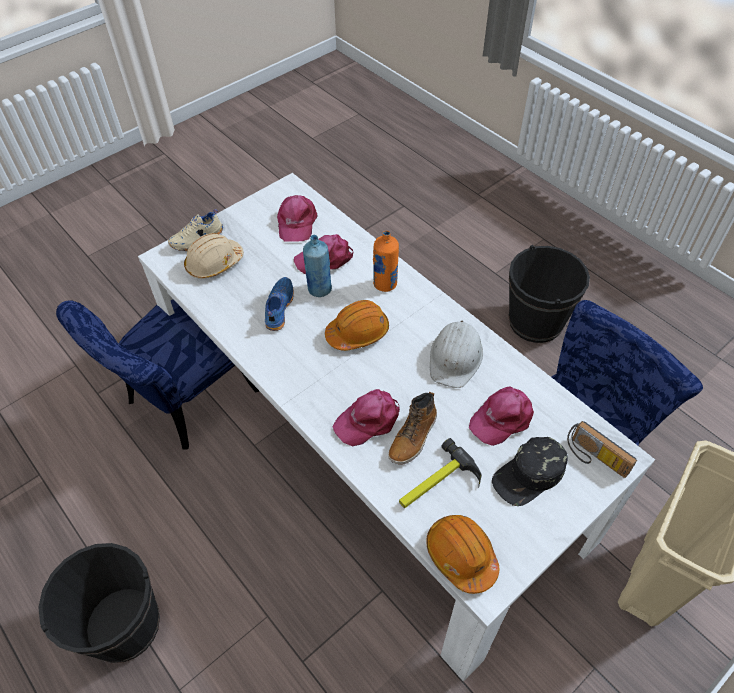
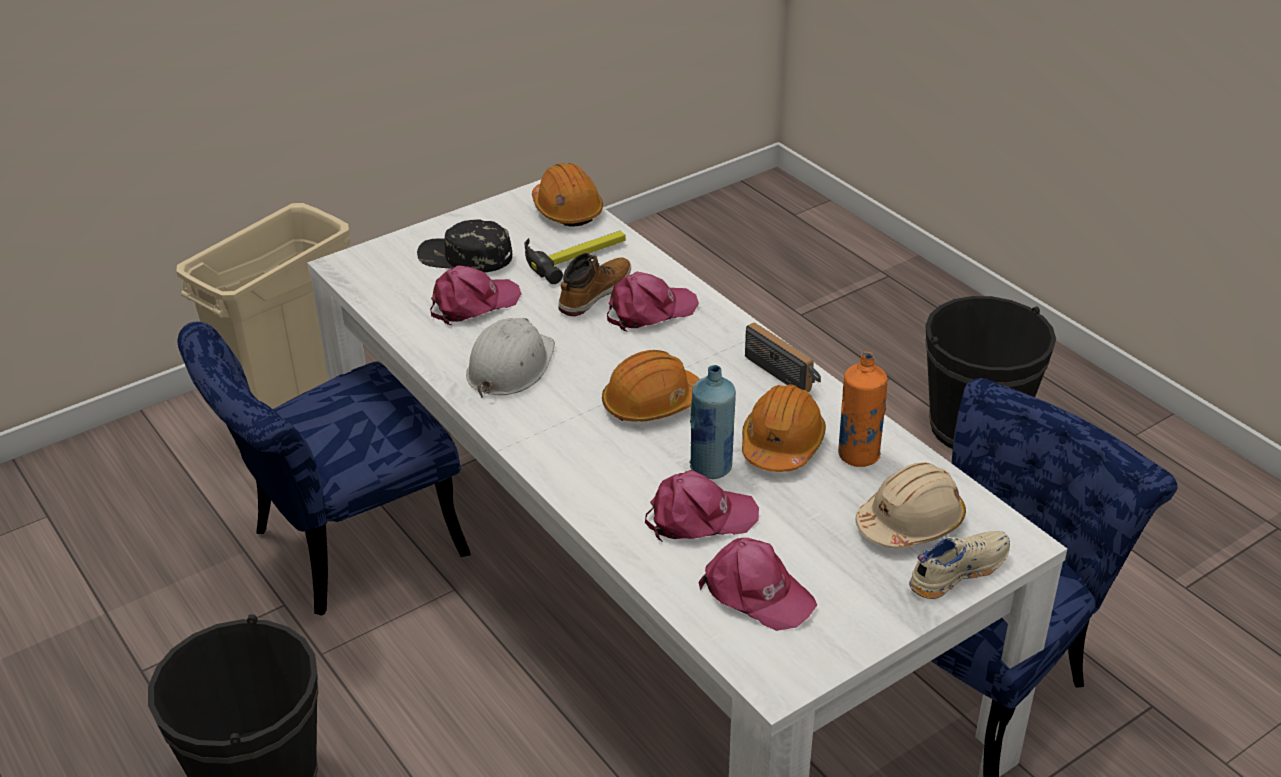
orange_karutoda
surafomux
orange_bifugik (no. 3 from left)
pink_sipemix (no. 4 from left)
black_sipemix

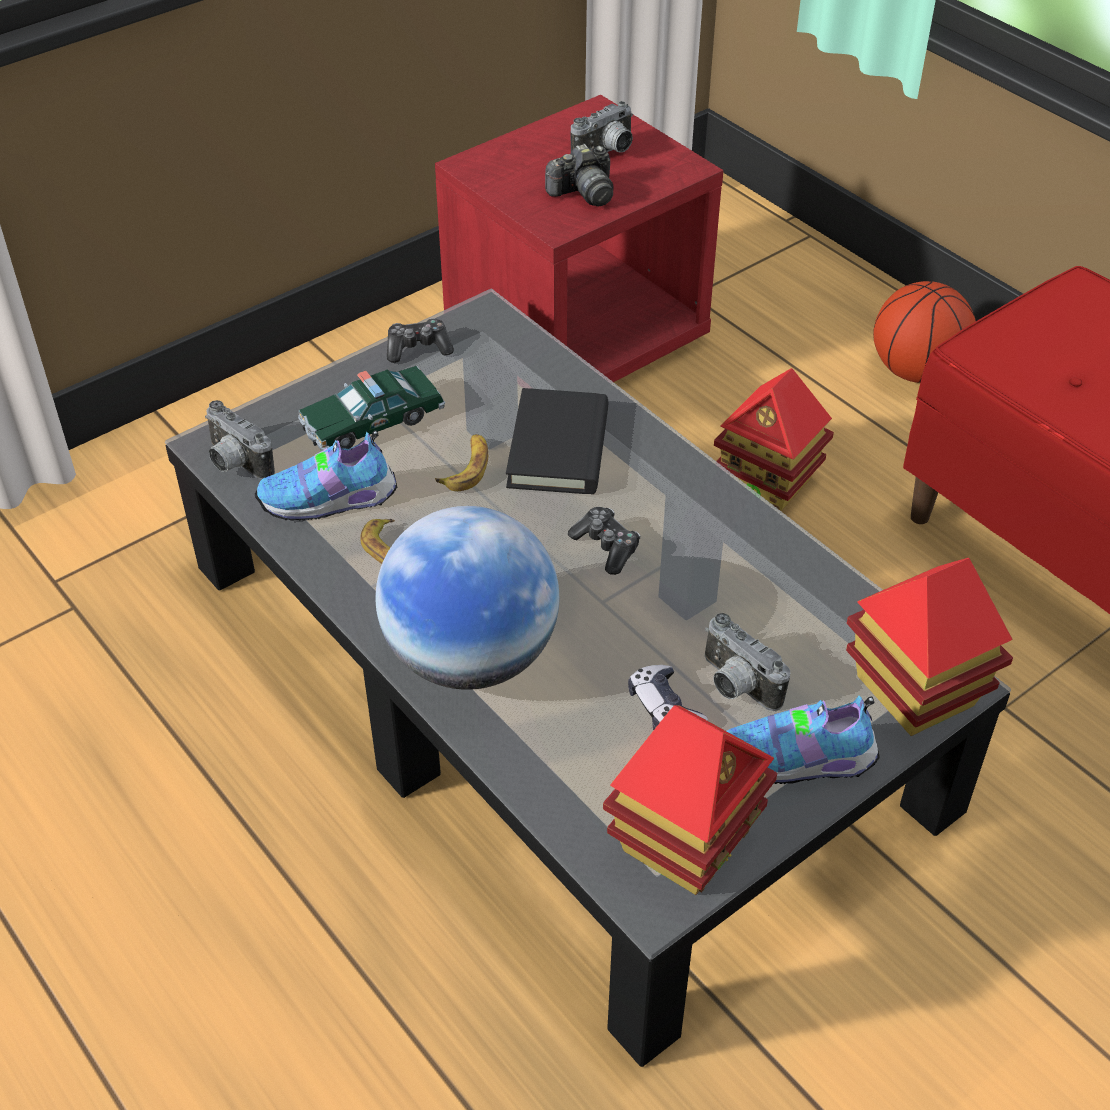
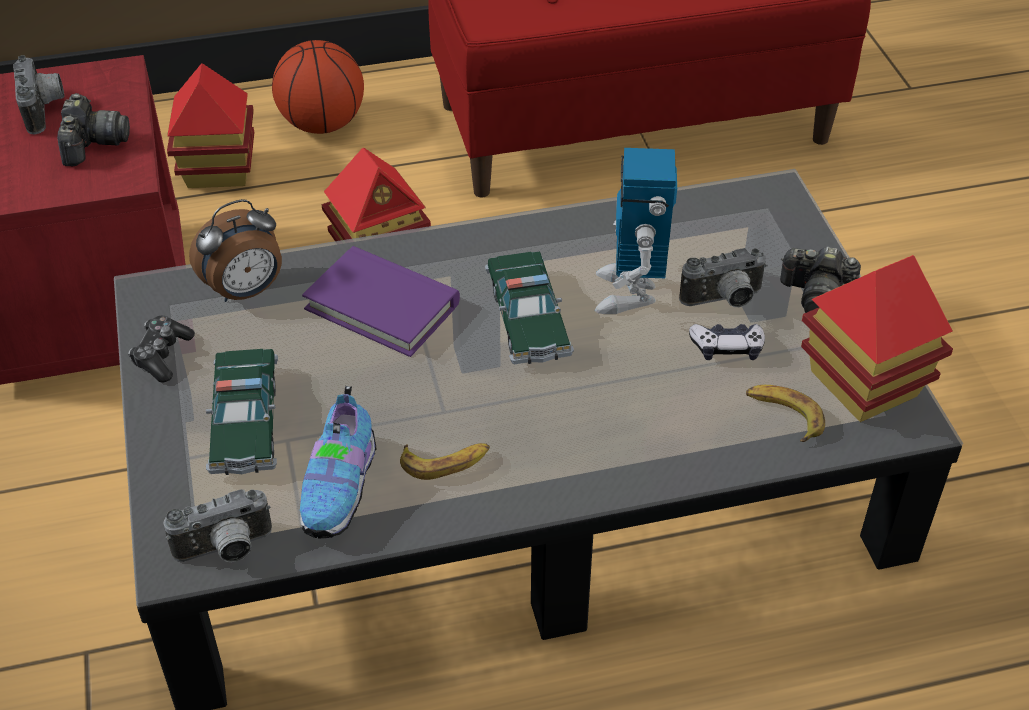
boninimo
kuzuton
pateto
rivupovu (no. 2 from left)
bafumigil (no. 1 from left)
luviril (no. 2 from left)
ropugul (no. 5 from left)
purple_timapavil

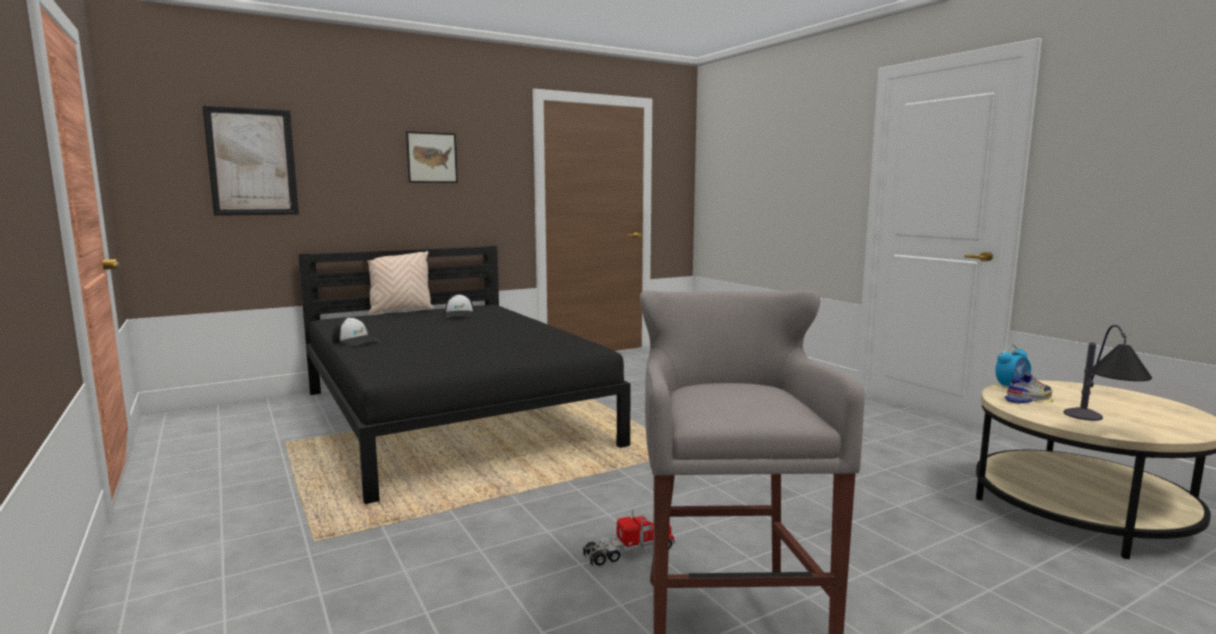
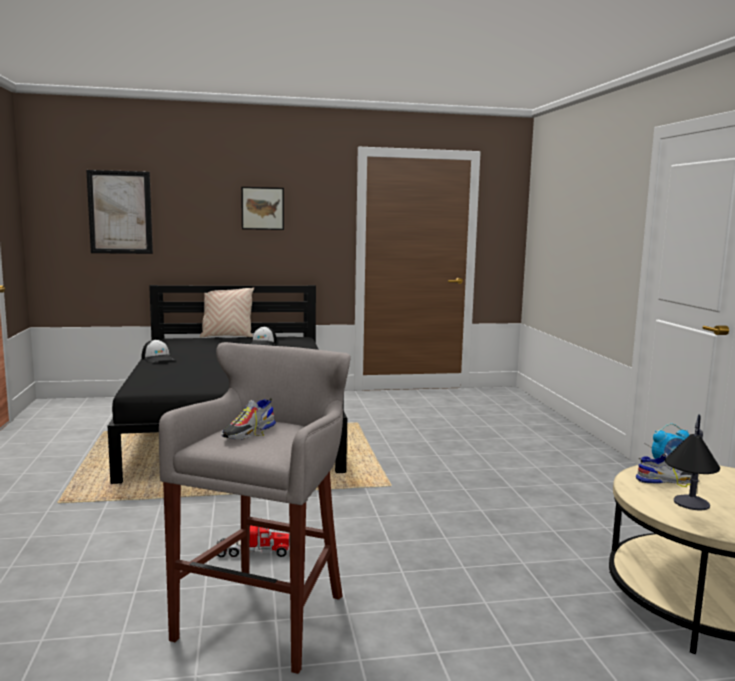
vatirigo (no. 1 from left)

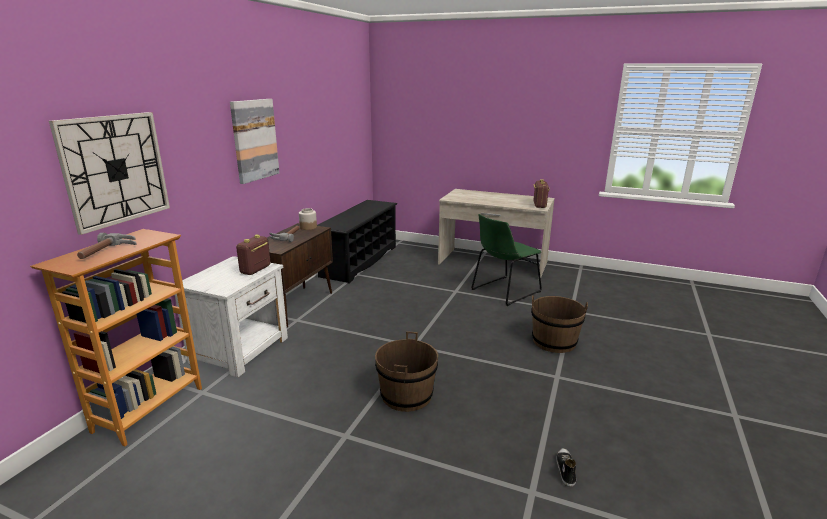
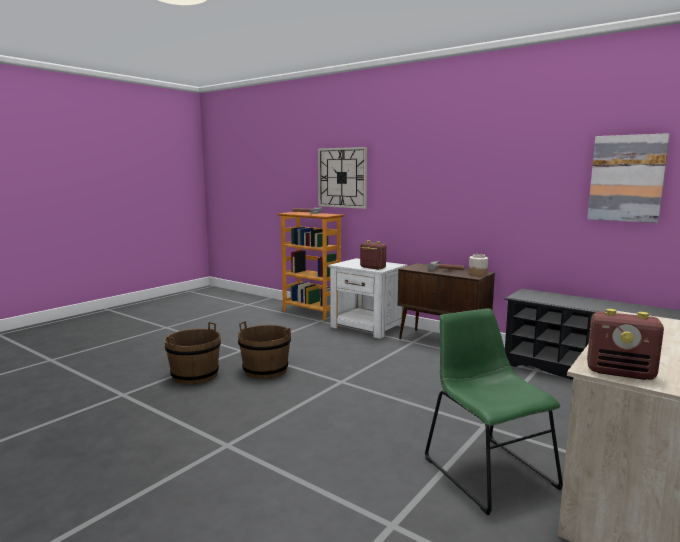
vatirigo
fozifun
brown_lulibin (no. 1 from left)

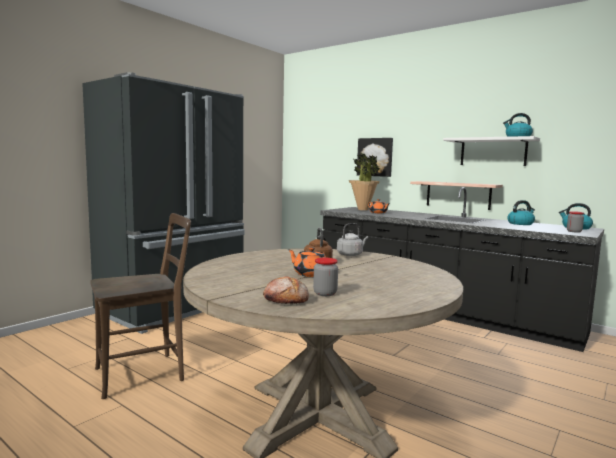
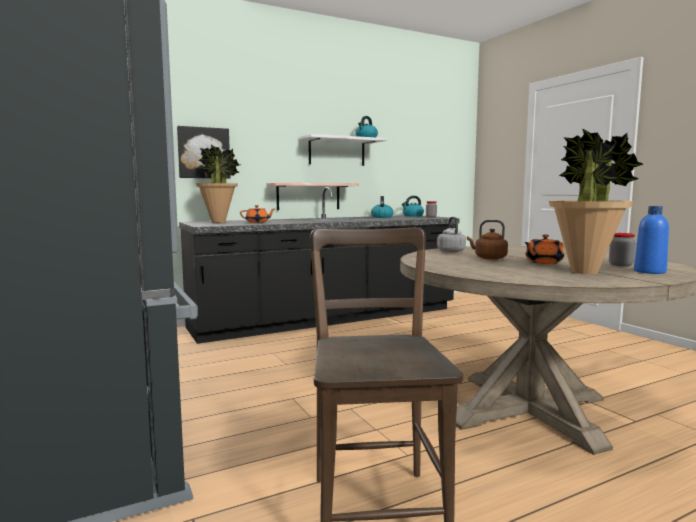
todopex (no. 2 from left)
blue_karutoda

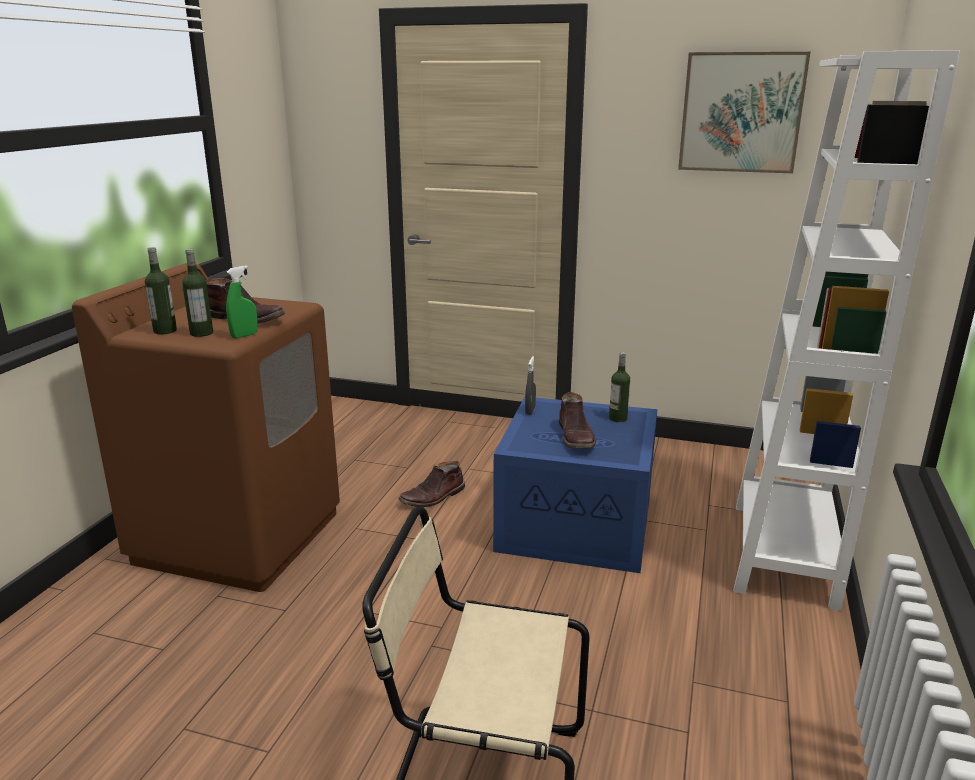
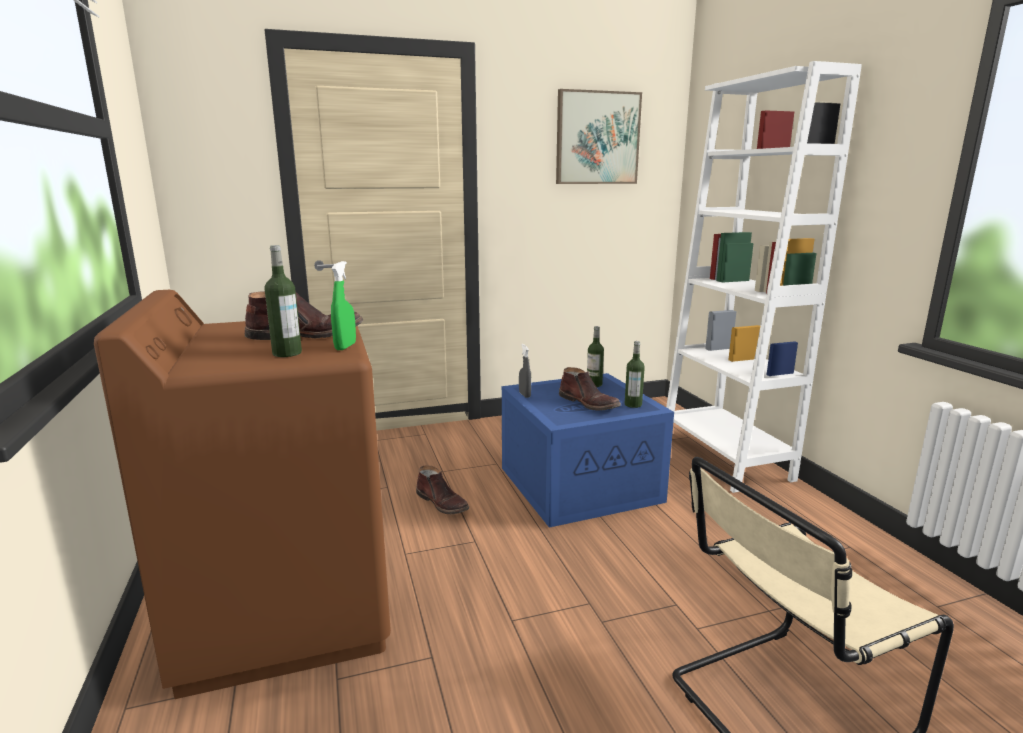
karutoda (no. 3 from left)
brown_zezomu (no. 2 from left)

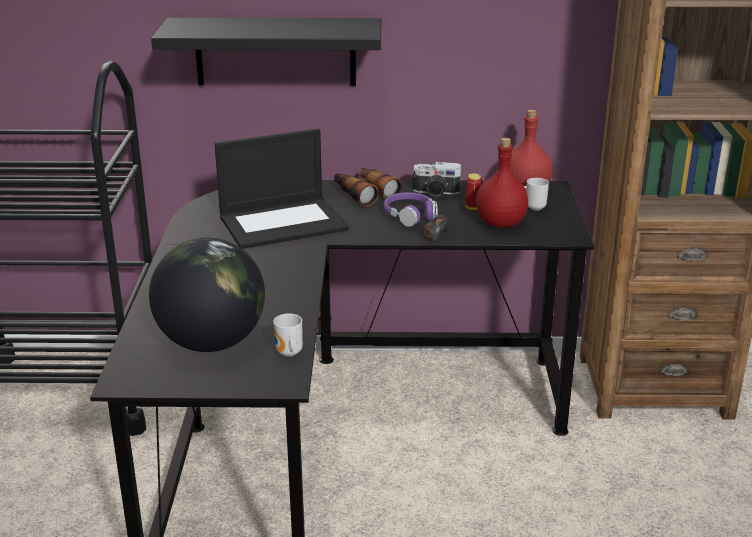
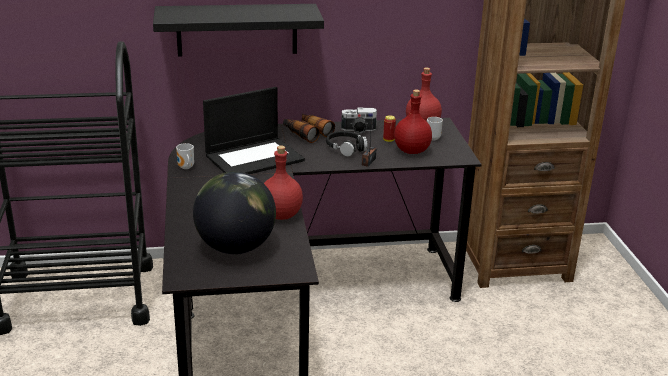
red_karutoda (no. 1 from left)
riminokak (no. 1 from left)
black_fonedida

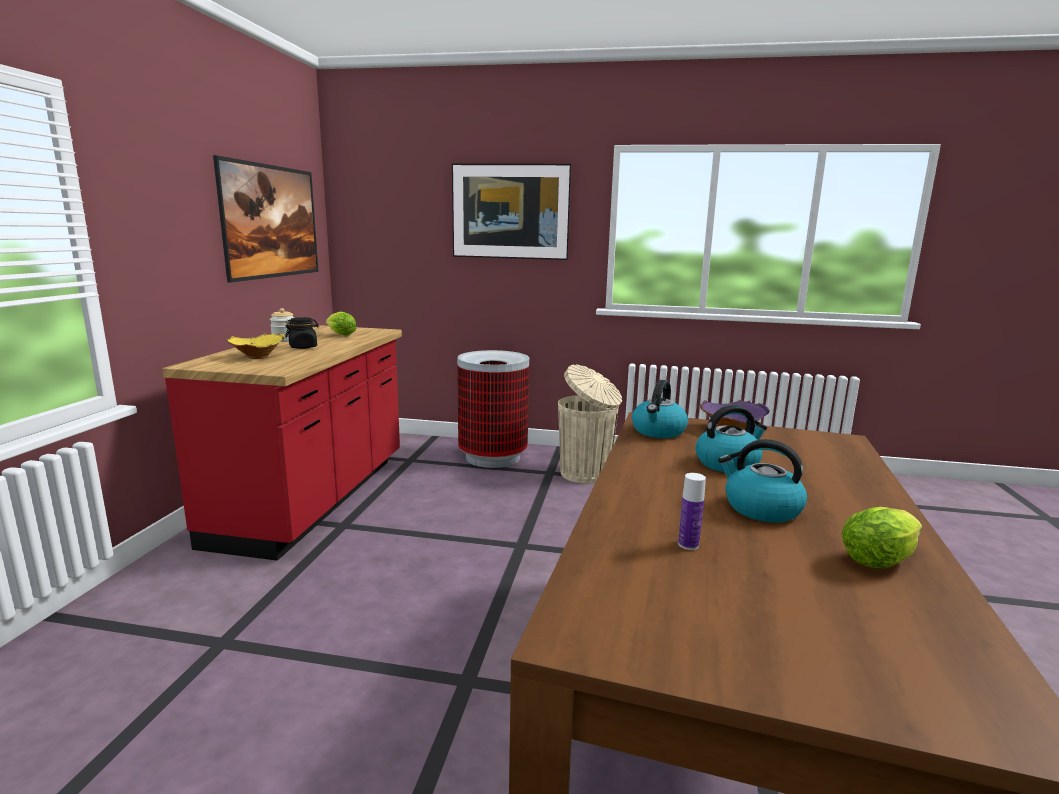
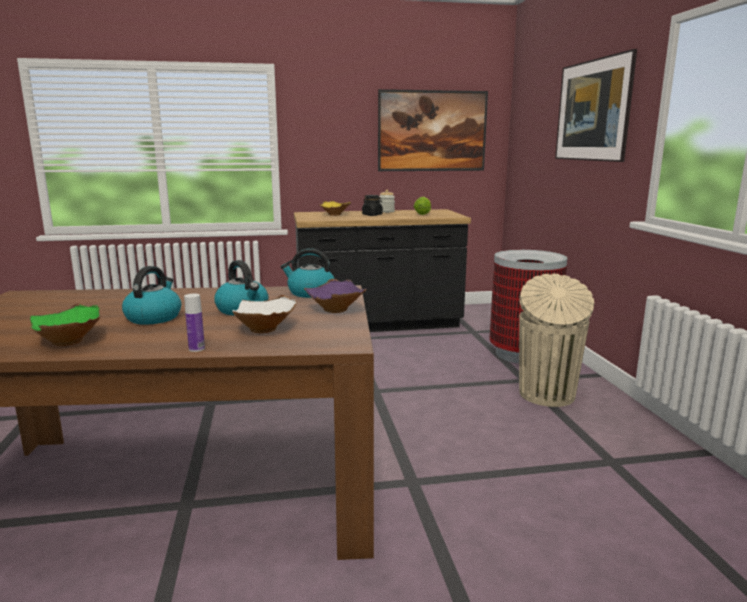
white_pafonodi
karutoda
green_pafonodi
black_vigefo

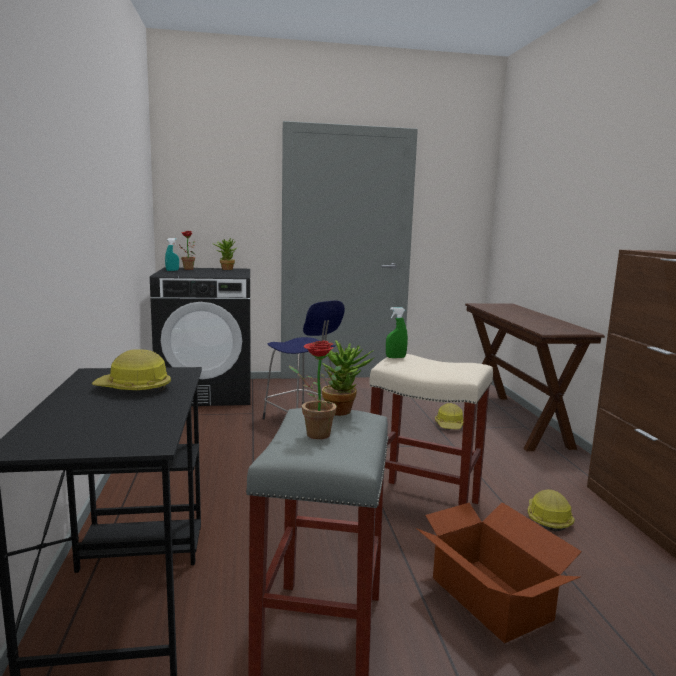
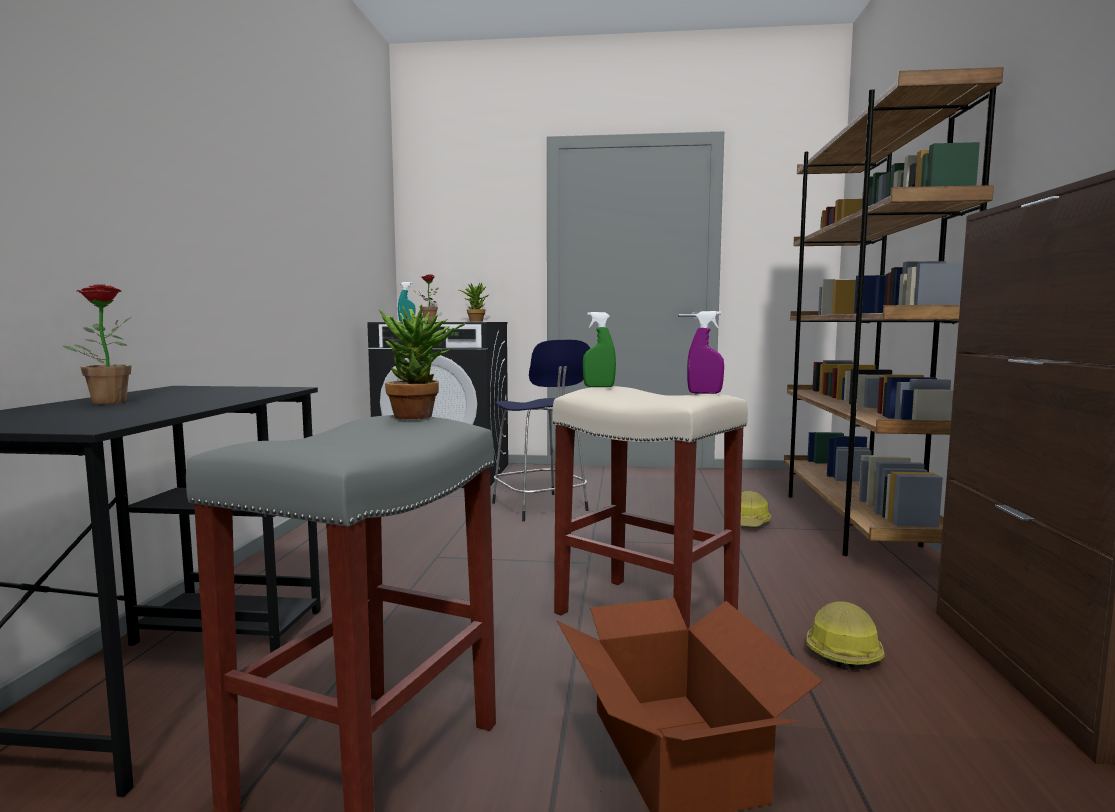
bifugik (no. 1 from left in the first image)
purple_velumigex
todopex (no. 1 from left)
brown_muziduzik

